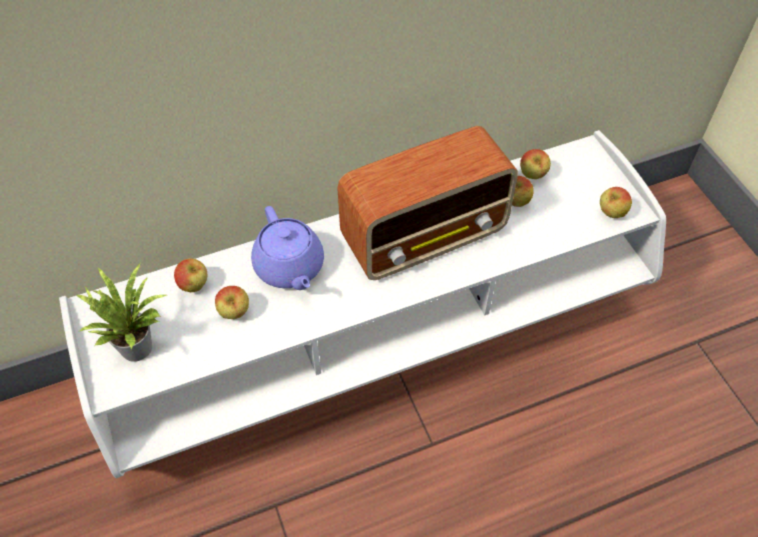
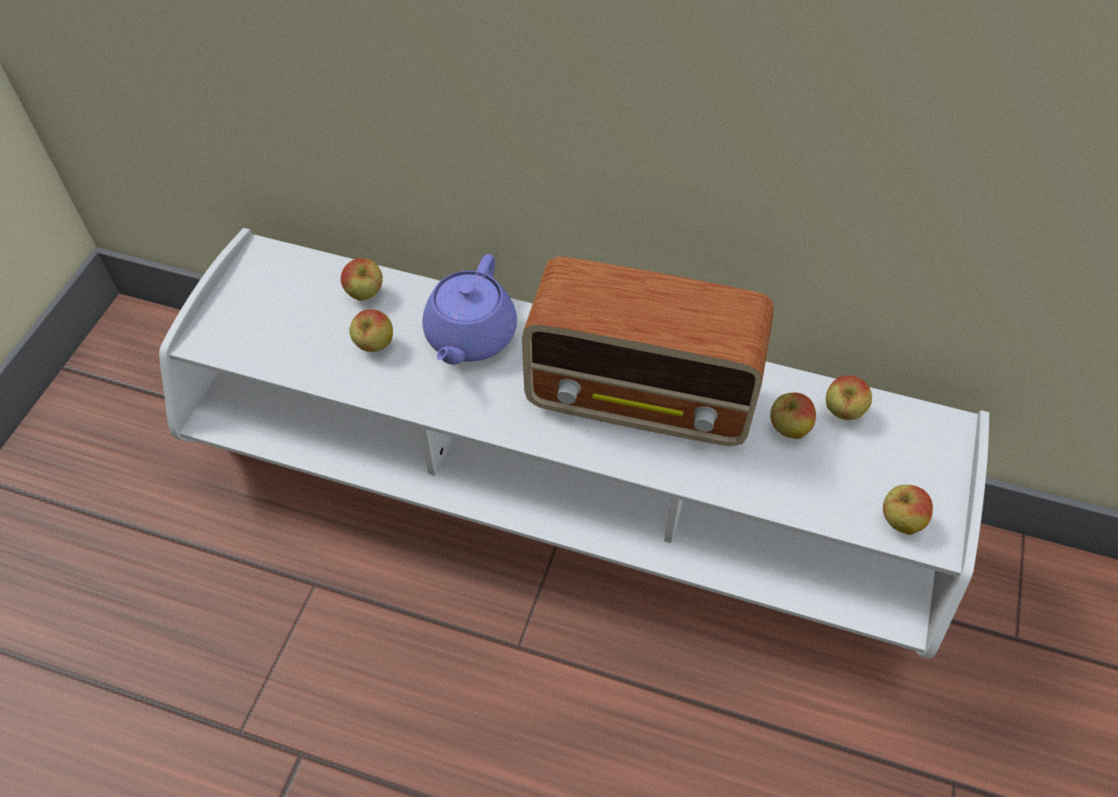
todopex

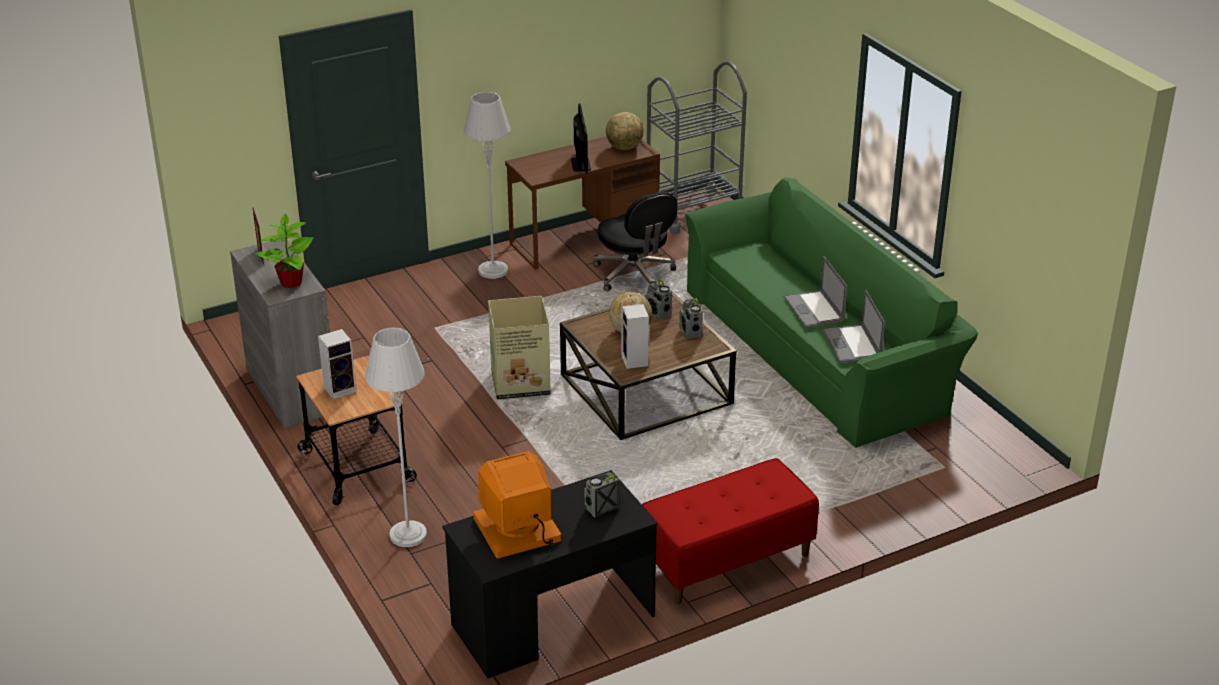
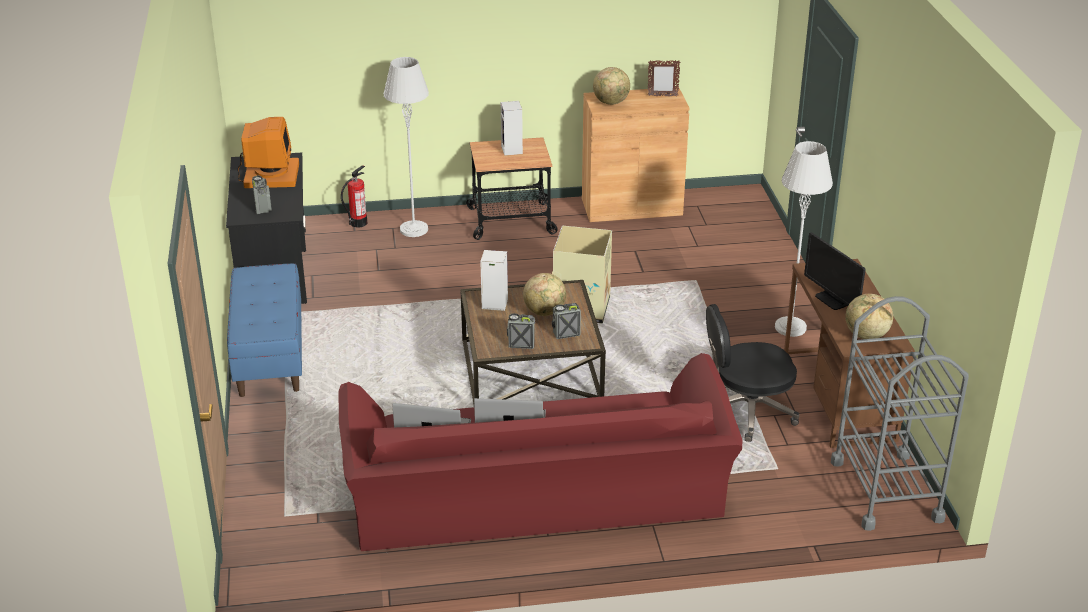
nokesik
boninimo (no. 2 from left)
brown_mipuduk
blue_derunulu
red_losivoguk
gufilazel (no. 2 from left)

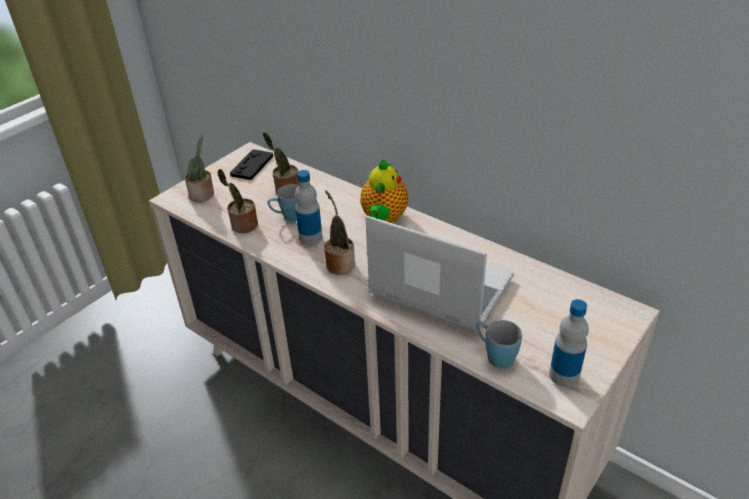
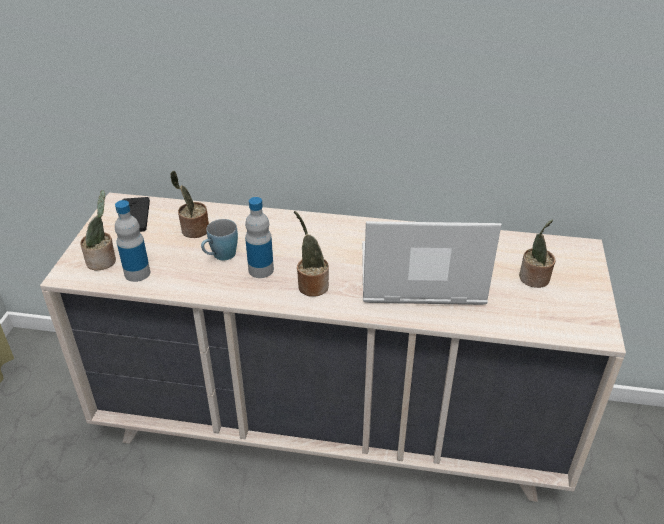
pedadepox
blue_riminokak (no. 2 from left in the first image)
todopex (no. 4 from left)
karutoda (no. 1 from left)

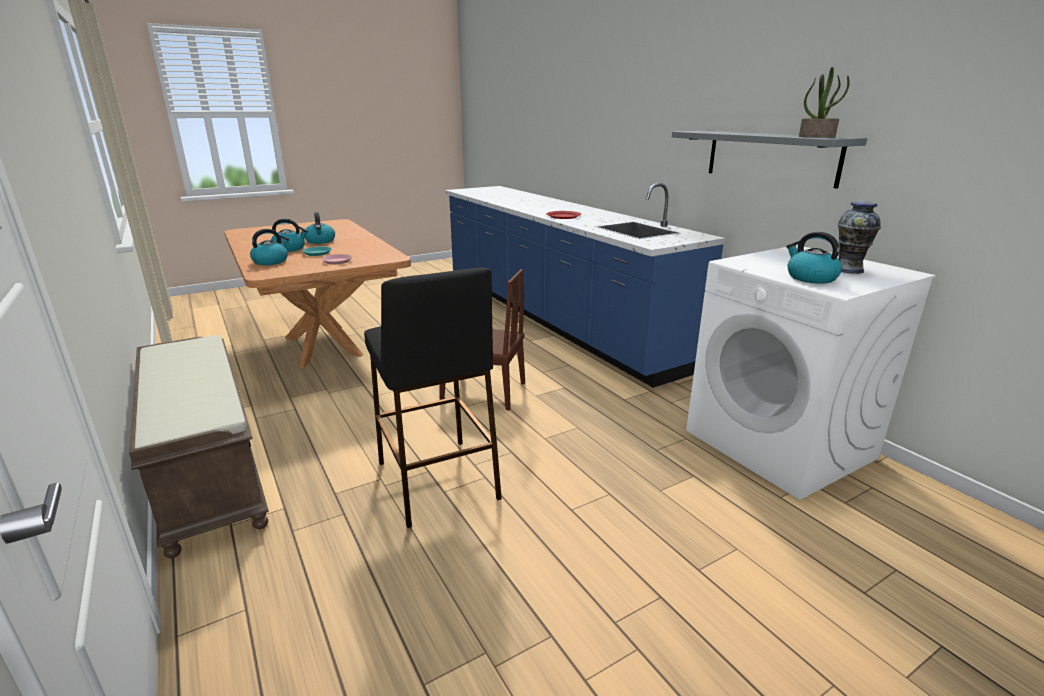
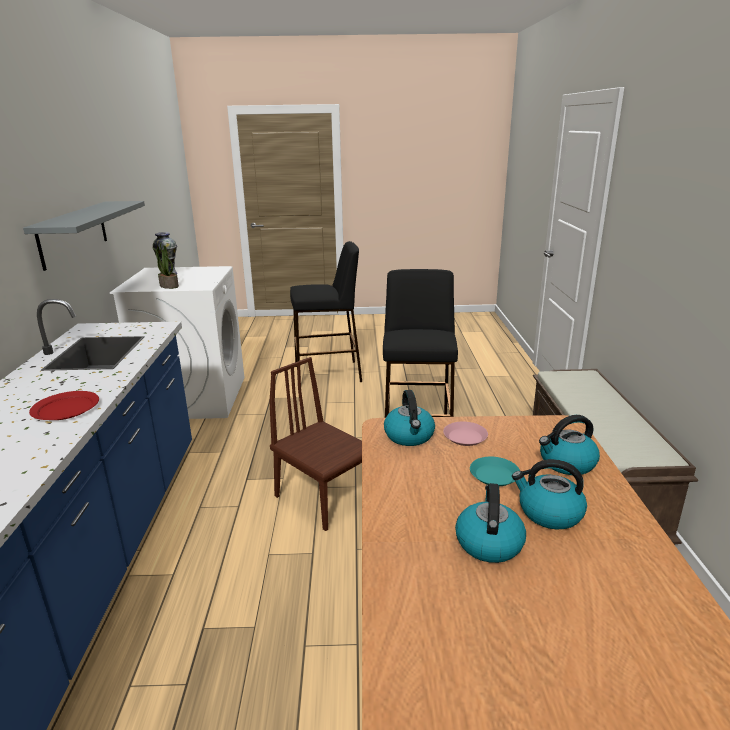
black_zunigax (no. 1 from left)
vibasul (no. 1 from left)
todopex

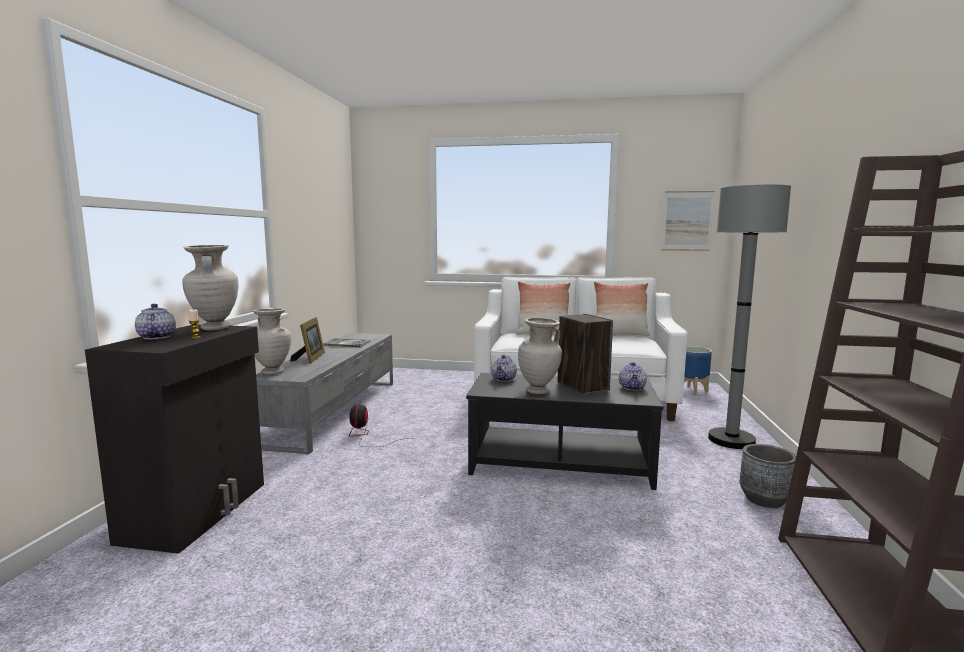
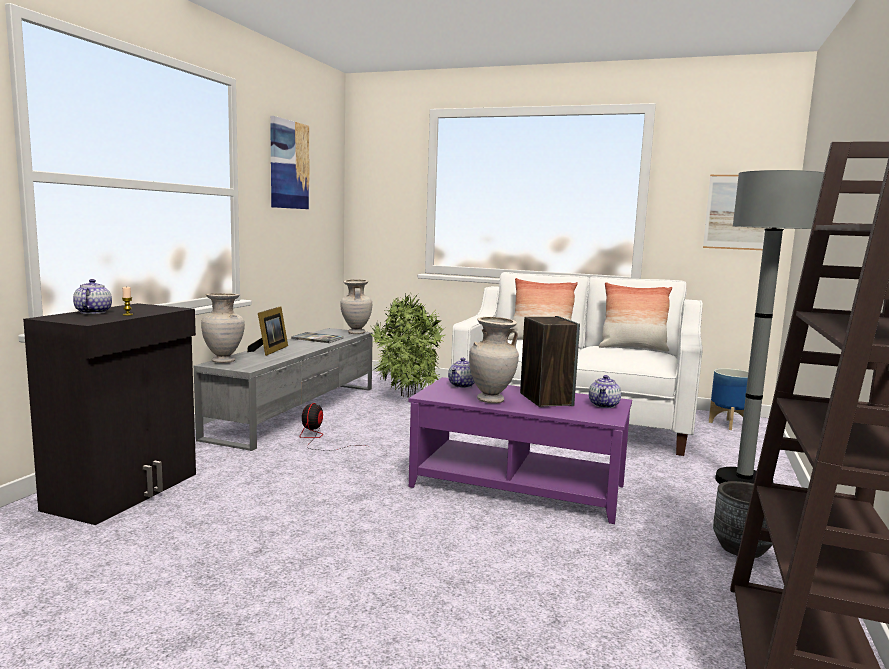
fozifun (no. 1 from left)
todopex
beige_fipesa (no. 2 from left)
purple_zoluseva

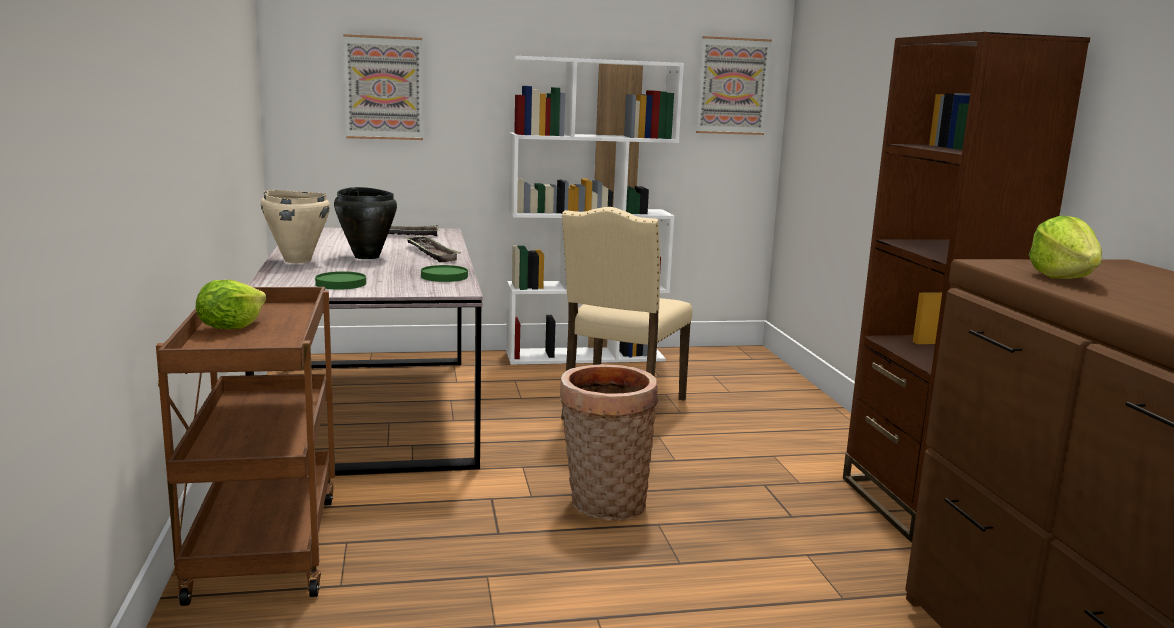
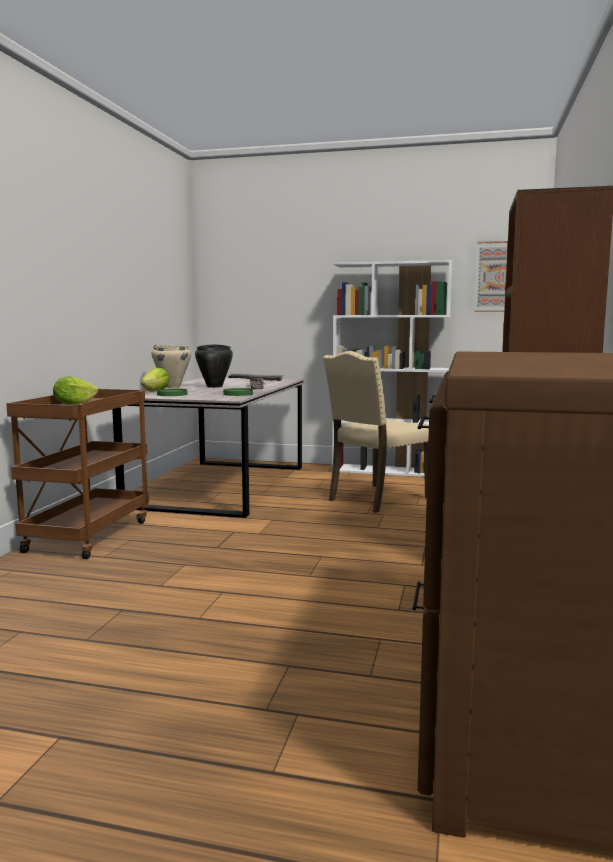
fozifun (no. 1 from left in the first image)
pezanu
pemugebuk (no. 2 from left)

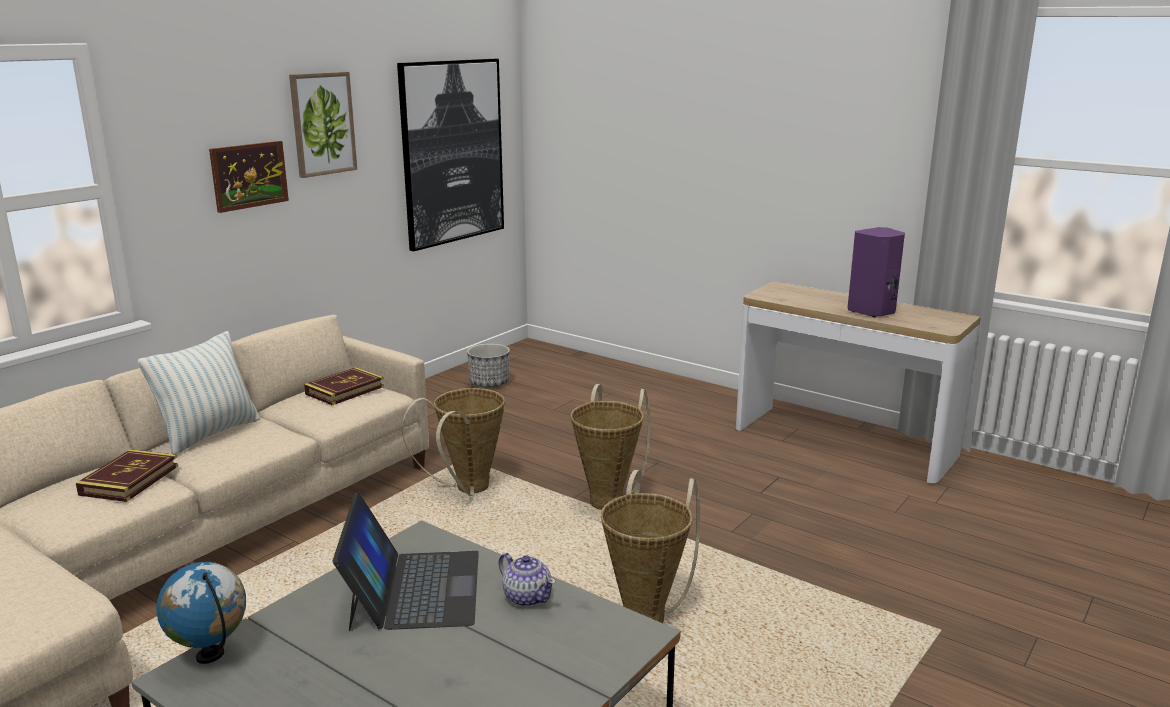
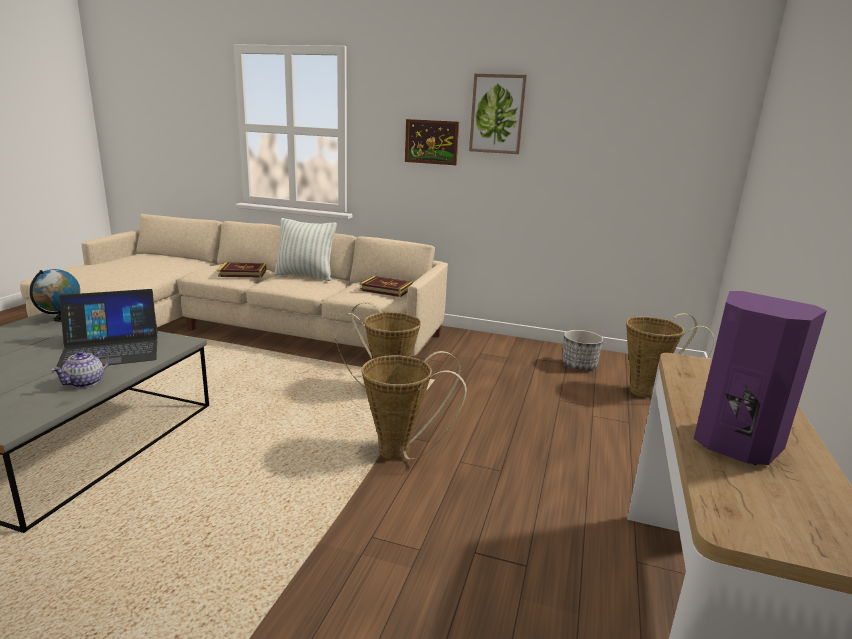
fozifun (no. 3 from left in the first image)
pezanu (no. 3 from left)

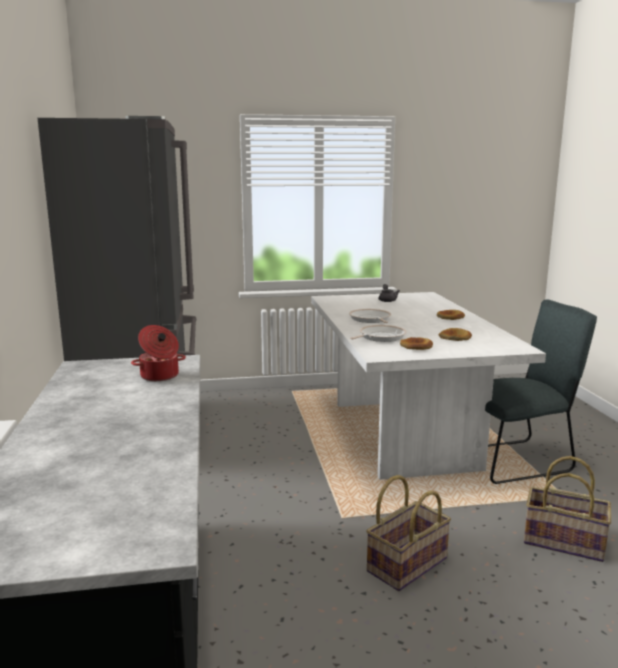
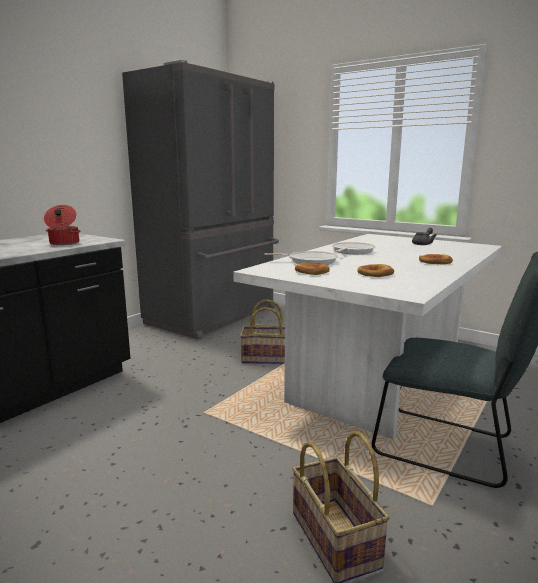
pezanu (no. 1 from left)

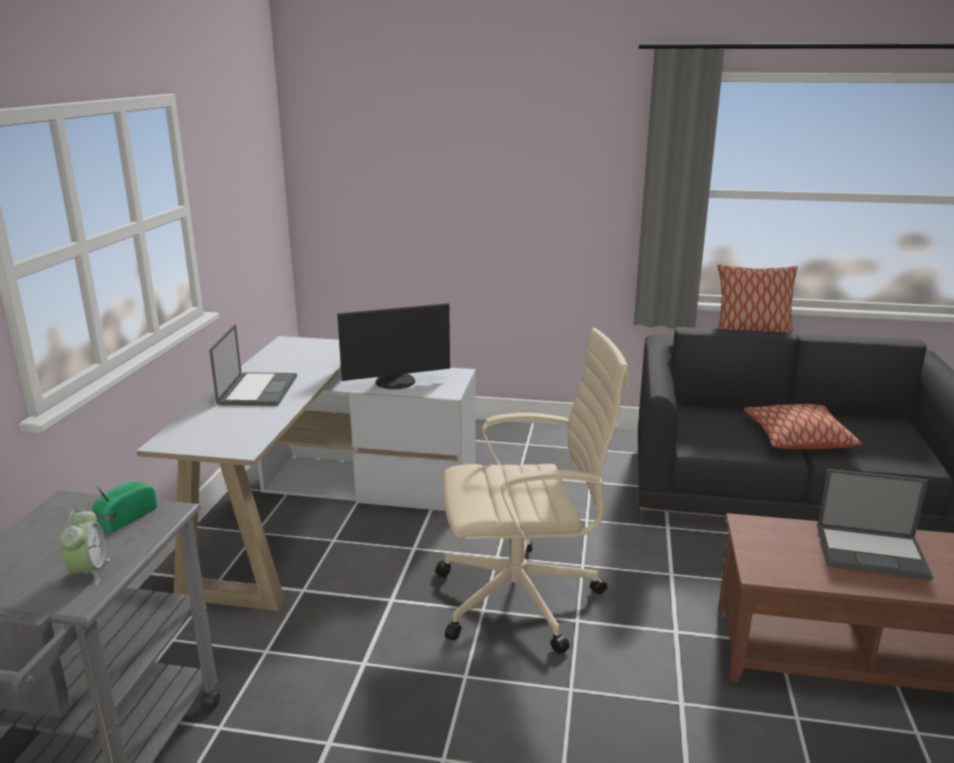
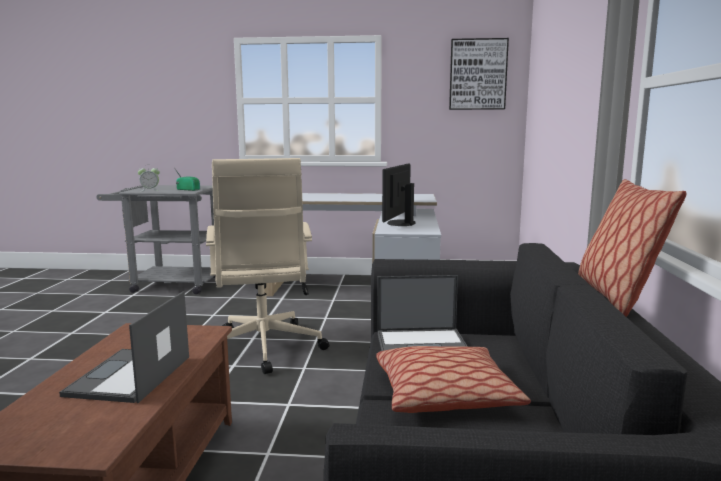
fozifun
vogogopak (no. 2 from left)
gufilazel

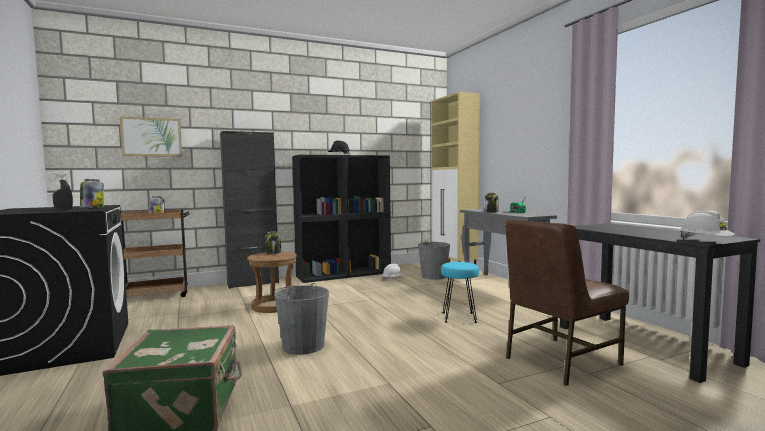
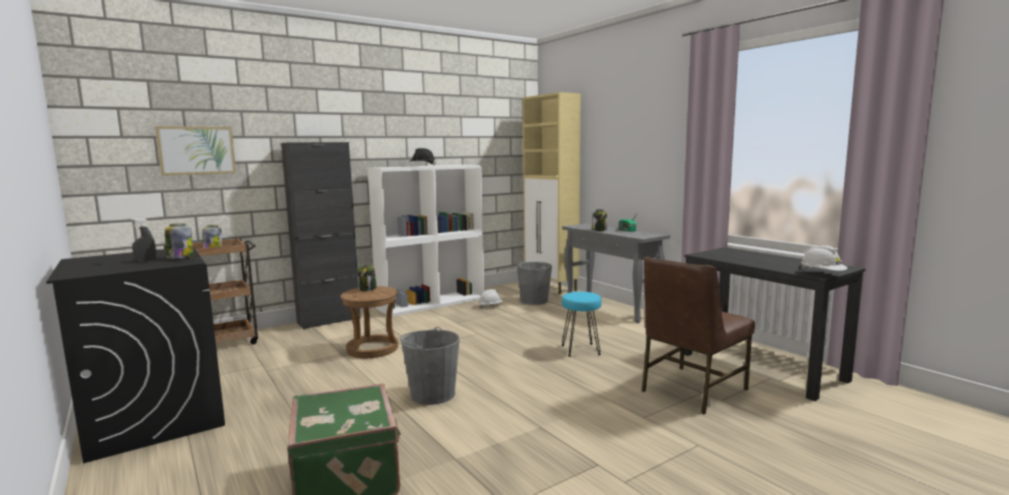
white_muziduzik

